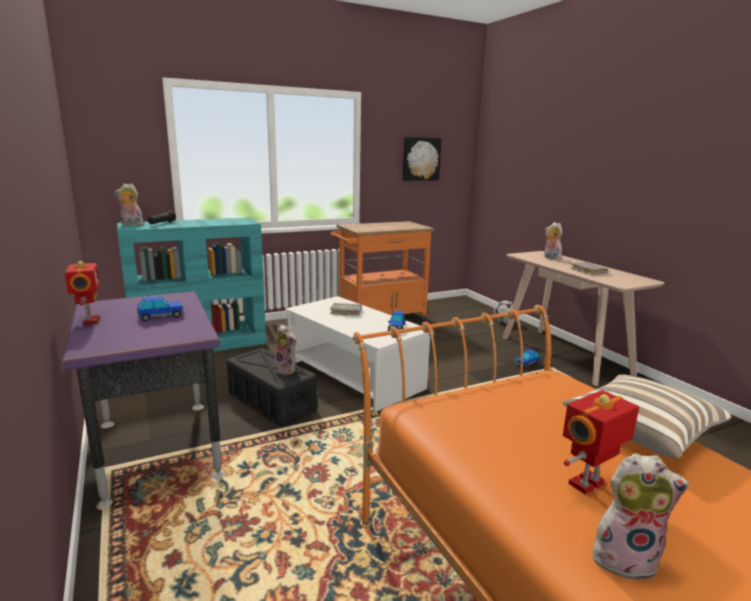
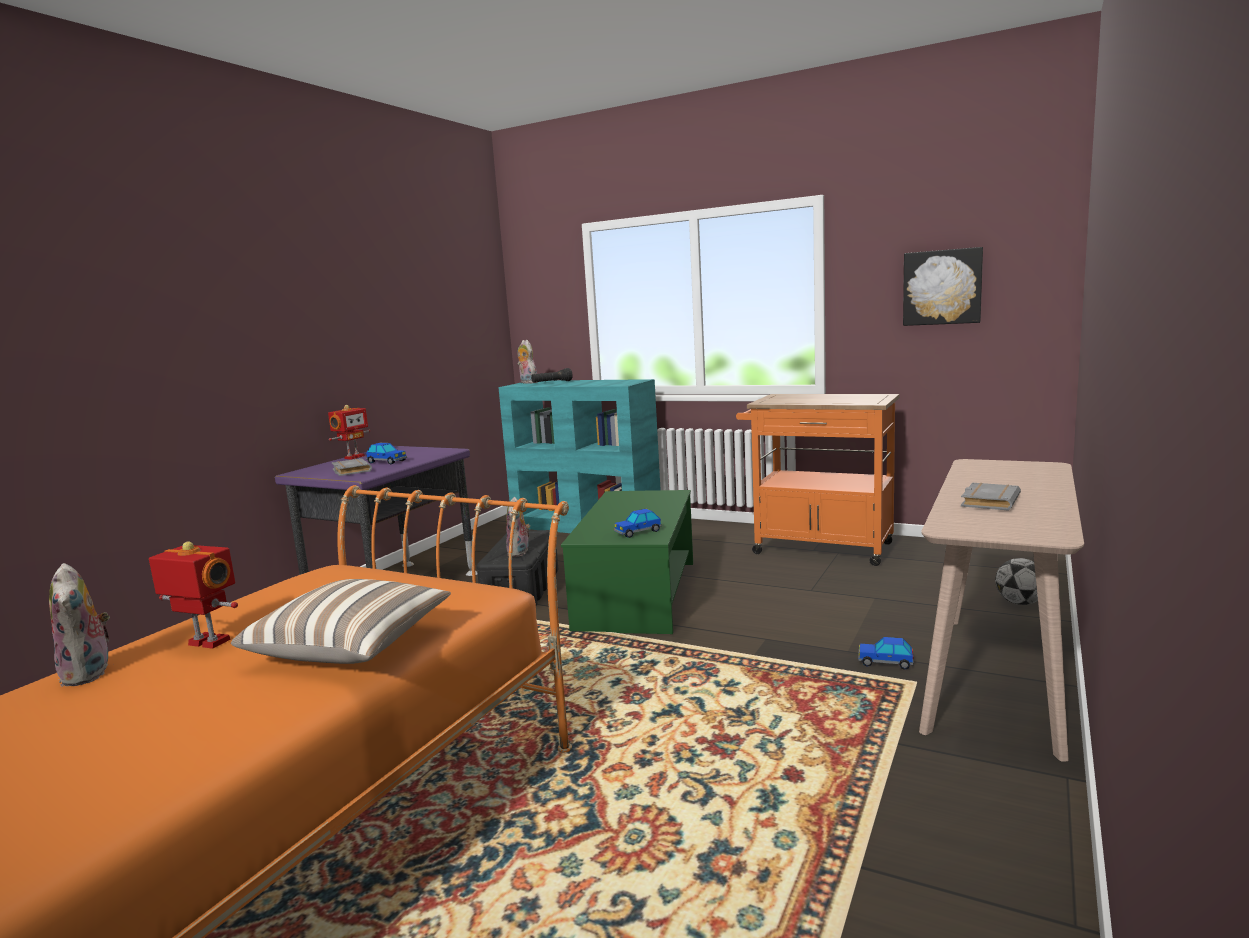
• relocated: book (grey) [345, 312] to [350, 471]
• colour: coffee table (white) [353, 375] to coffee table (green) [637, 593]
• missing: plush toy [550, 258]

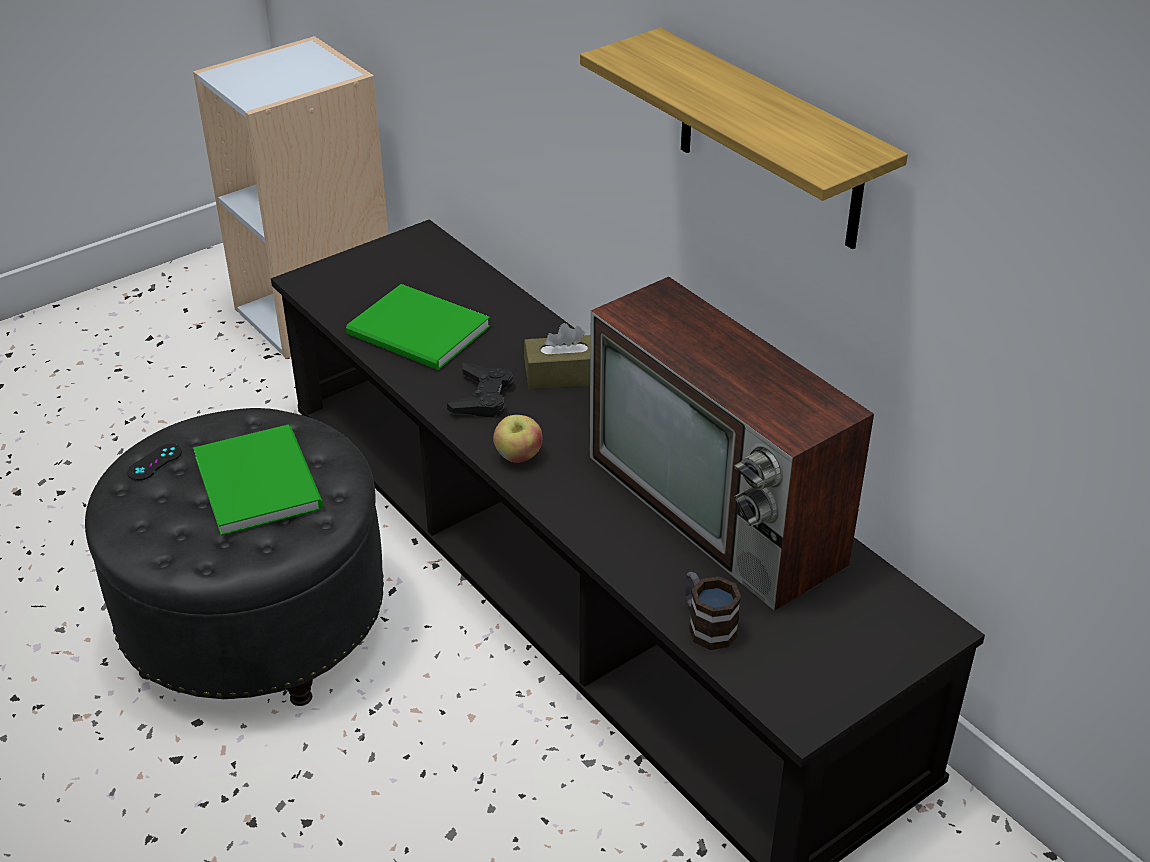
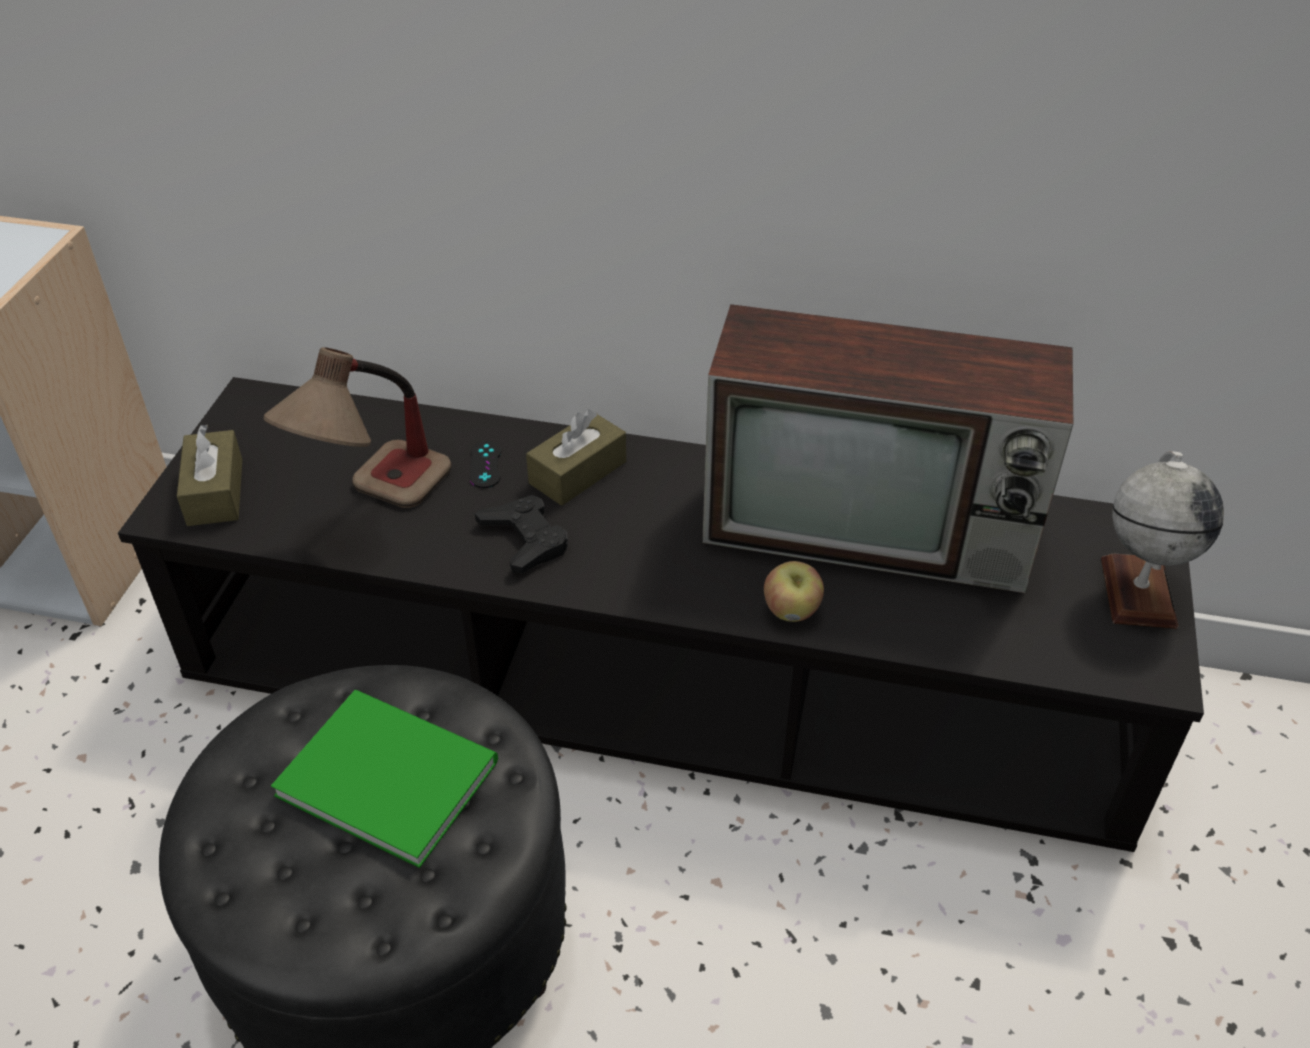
• appeared: tissue box (brown) [215, 492]
• exchanged: book (green) [419, 333] to table lamp [375, 506]
• relocated: game controller (black) [154, 462] to [485, 465]
• relocated: apple [518, 456] to [792, 611]
• appeared: globe [1137, 592]
• missing: shelf [769, 142]
• missing: mug [706, 625]

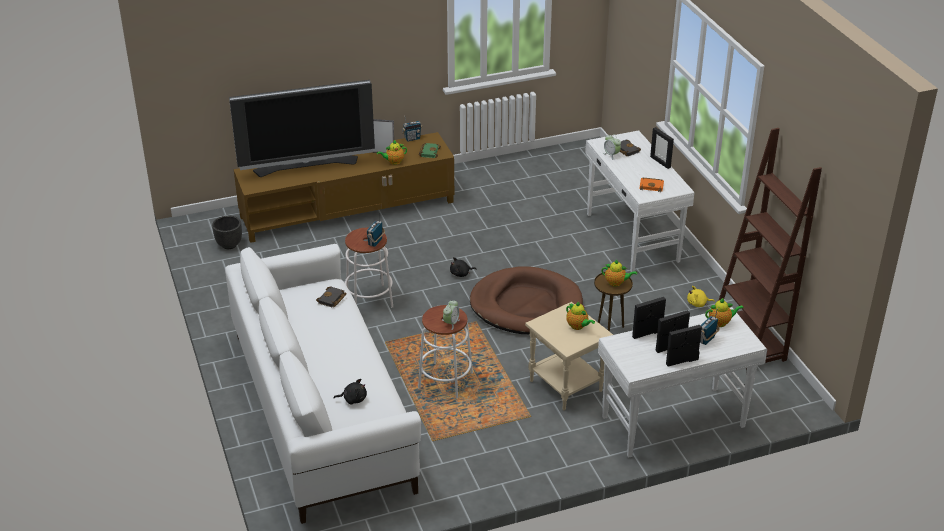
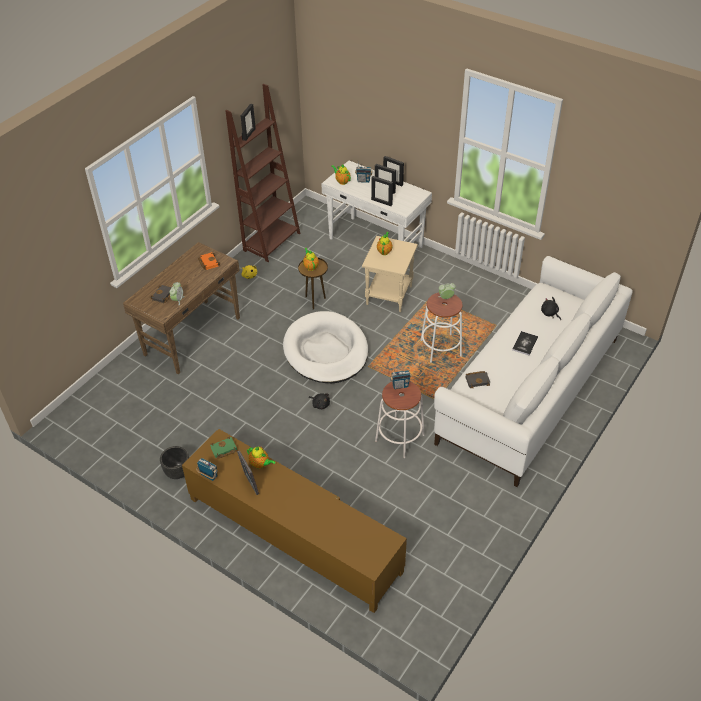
• colour: console table (white) [633, 238] to console table (brown) [192, 336]
• relocated: planter (black) [229, 245] to [177, 473]
• relocated: picture frame [660, 162] to [249, 134]
• colour: dog bed (brown) [526, 305] to dog bed (white) [326, 351]
• appeared: book [525, 343]
• missing: television [306, 166]

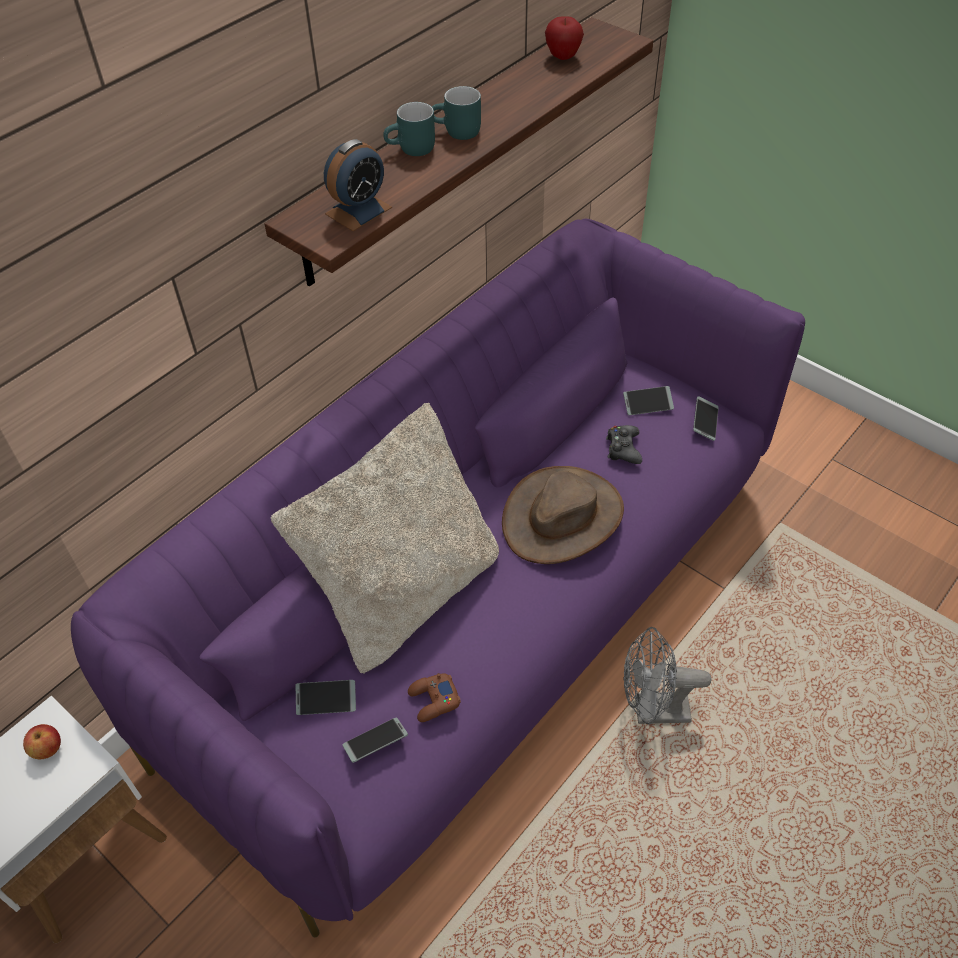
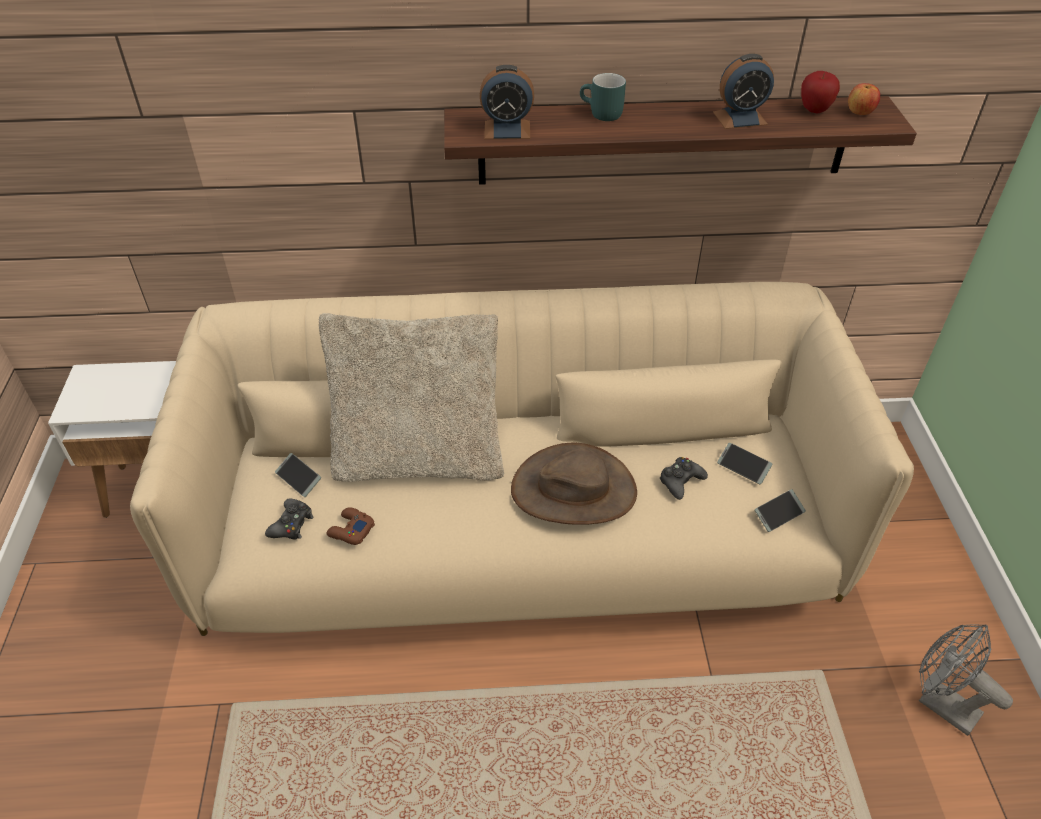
• colour: sofa (purple) [481, 606] to sofa (beige) [520, 538]
• exchanged: phone [375, 742] to game controller (black) [291, 524]
• appeared: alarm clock [740, 118]
• relocated: apple [48, 749] to [859, 112]
• relocated: fan (grey) [652, 711] to [939, 703]
• missing: mug (turquoise) [457, 133]

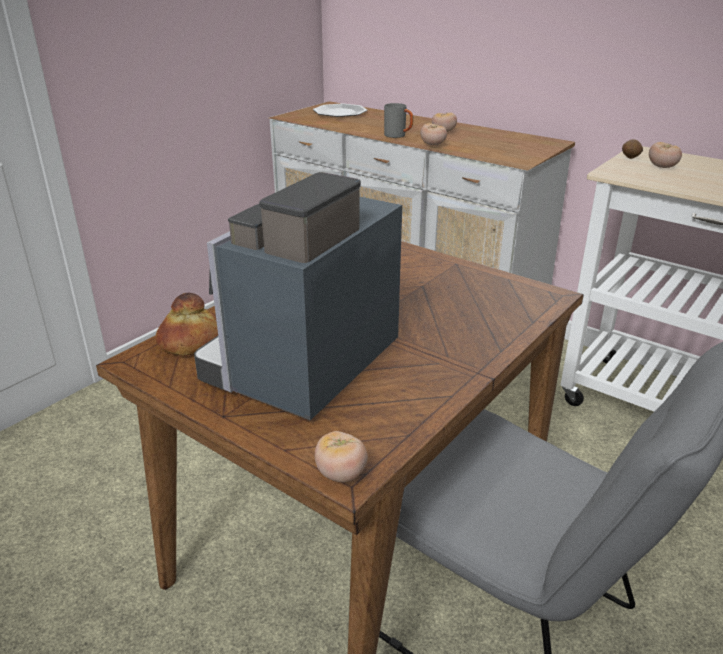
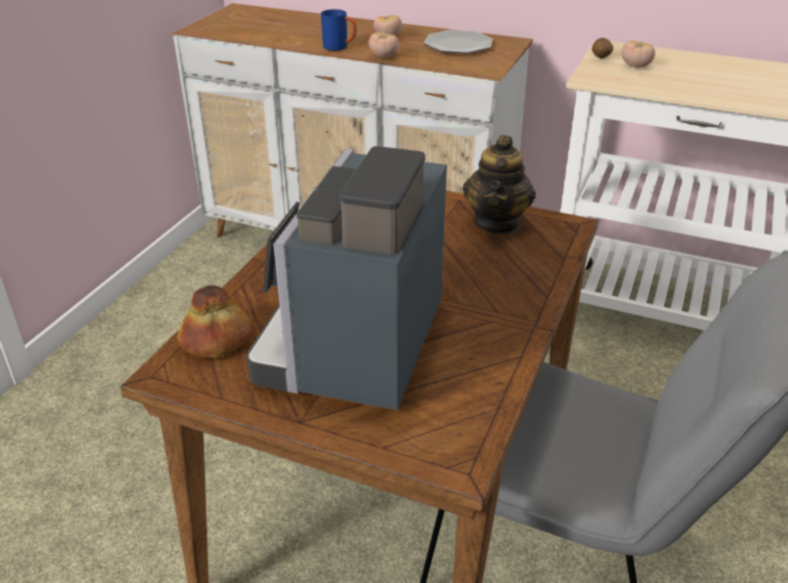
• colour: mug (grey) [398, 136] to mug (blue) [340, 47]
• relocated: plate [340, 112] to [458, 44]
• appeared: teapot [497, 222]
• missing: tomato [341, 474]

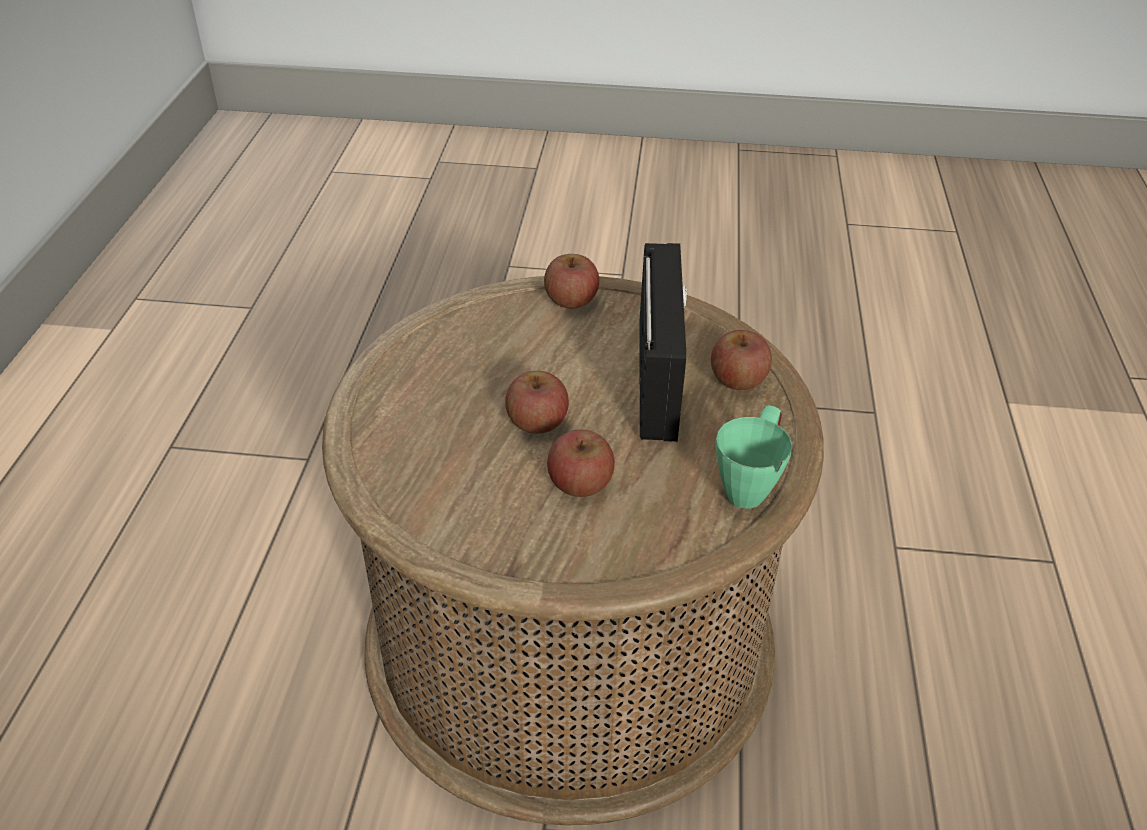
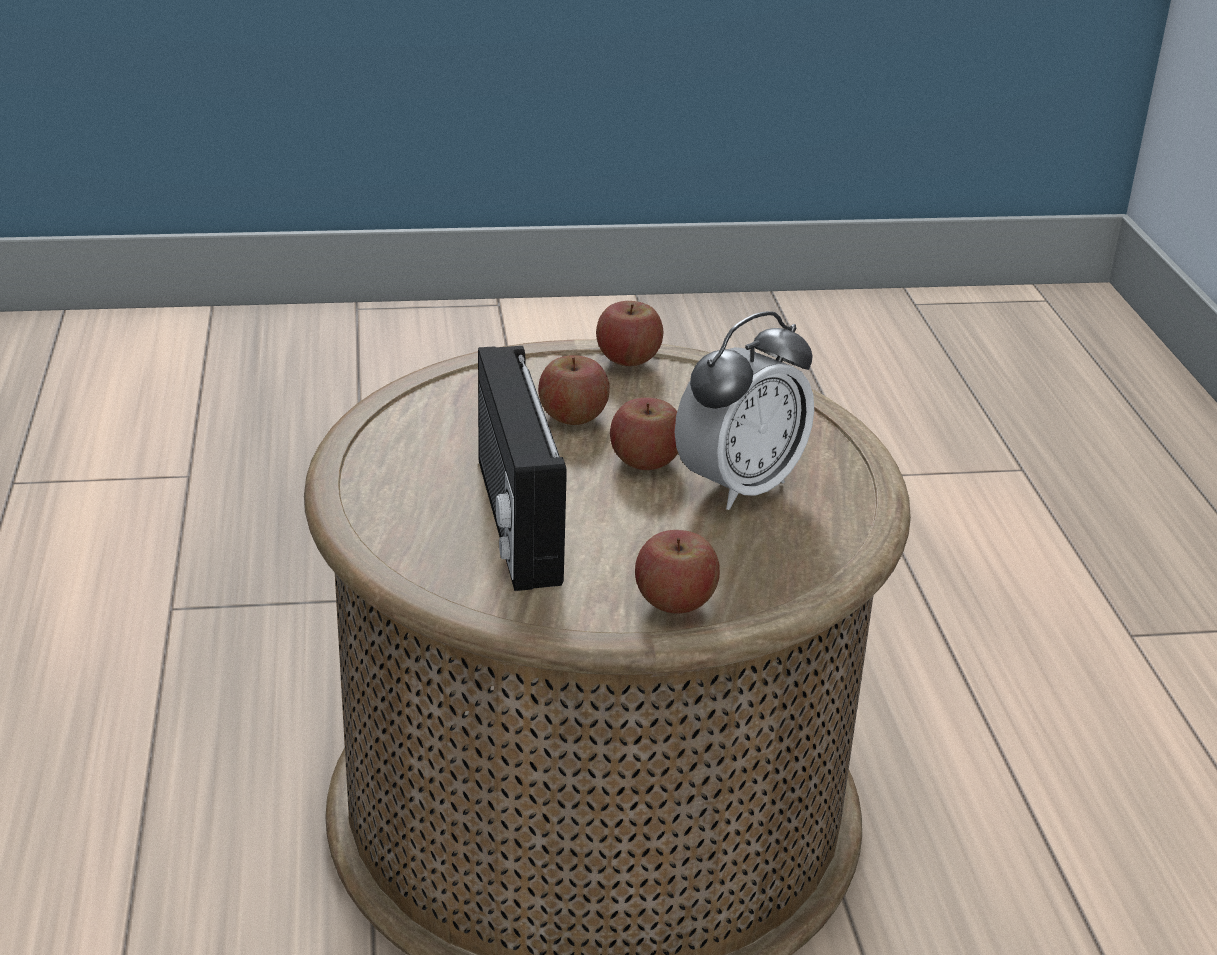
• relocated: apple [738, 380] to [628, 358]
• appeared: alarm clock [739, 486]
• missing: mug (green) [750, 484]

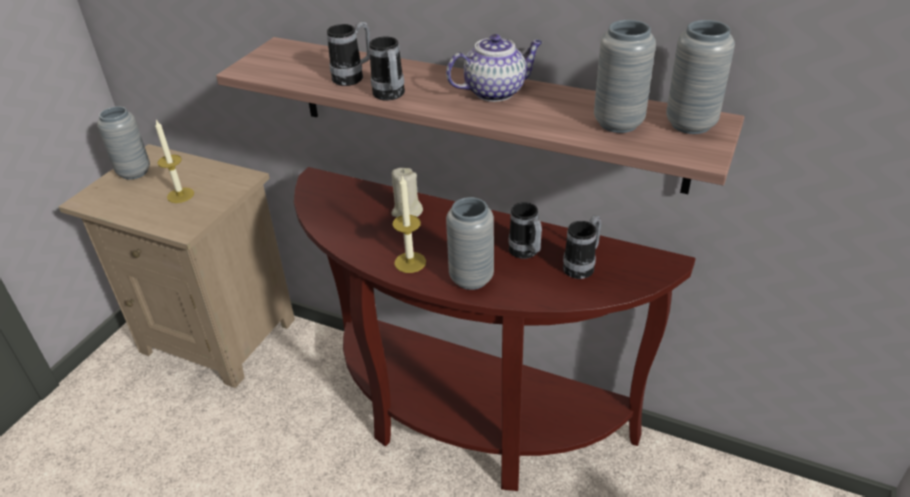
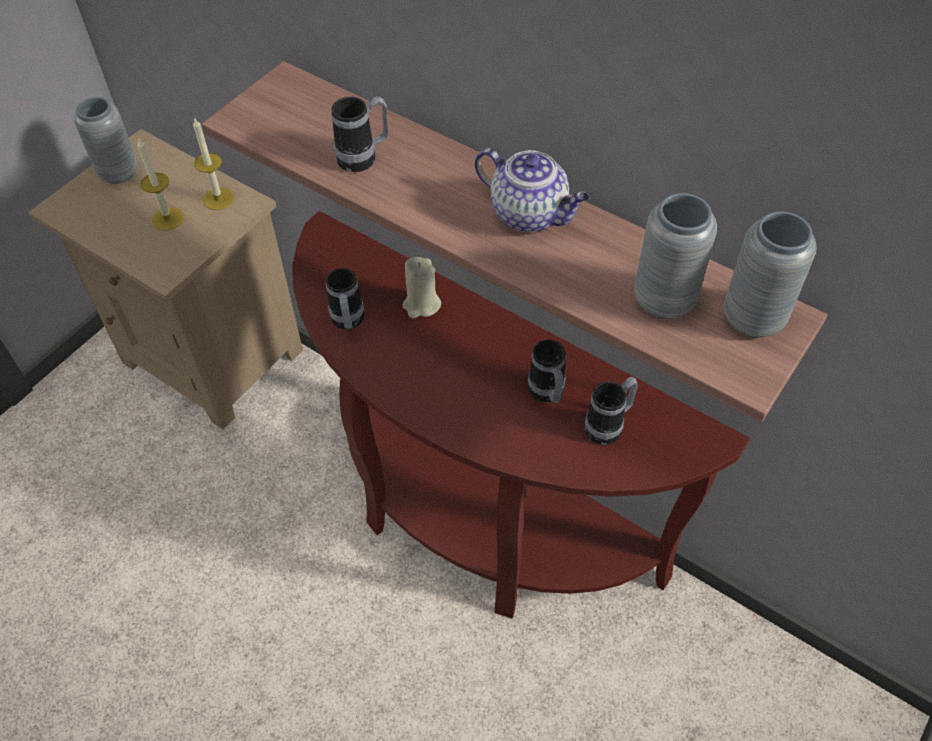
• relocated: candle [410, 262] to [218, 199]
• relocated: mug [390, 96] to [348, 322]
• spun: teapot [495, 91] = [530, 214] 45 degrees clockwise
• missing: vase (grey) [471, 278]

